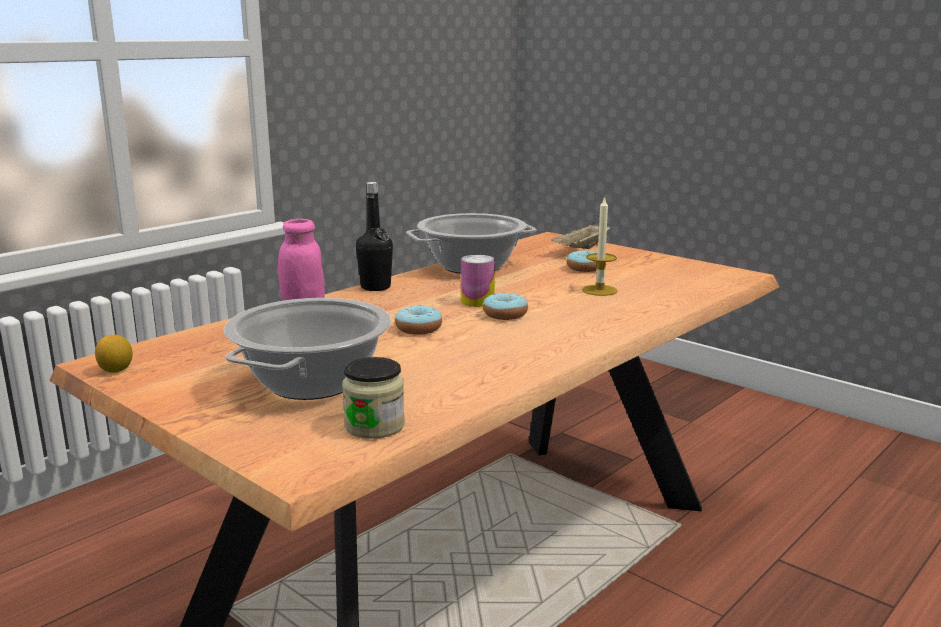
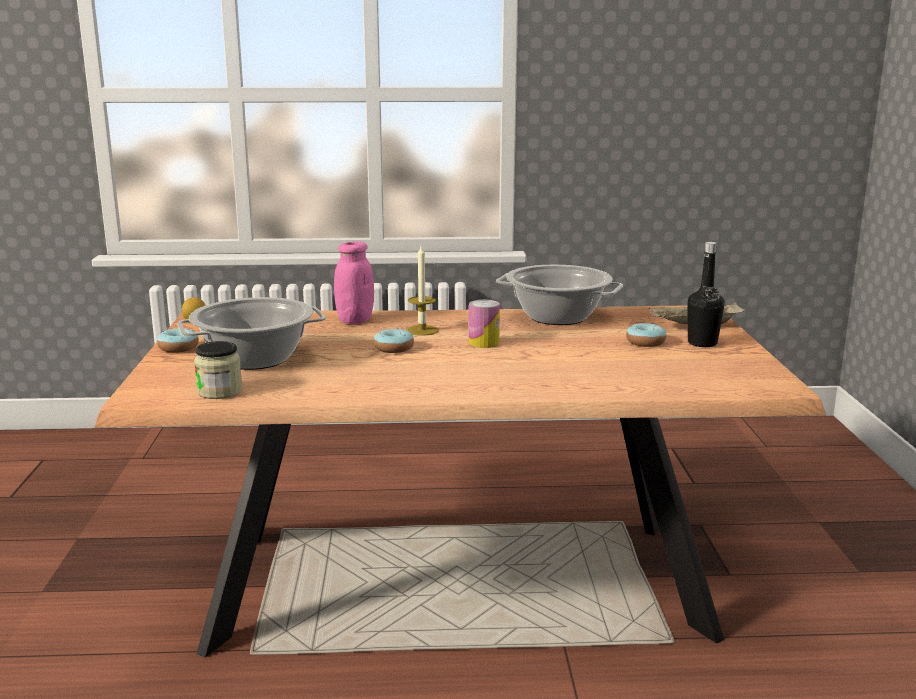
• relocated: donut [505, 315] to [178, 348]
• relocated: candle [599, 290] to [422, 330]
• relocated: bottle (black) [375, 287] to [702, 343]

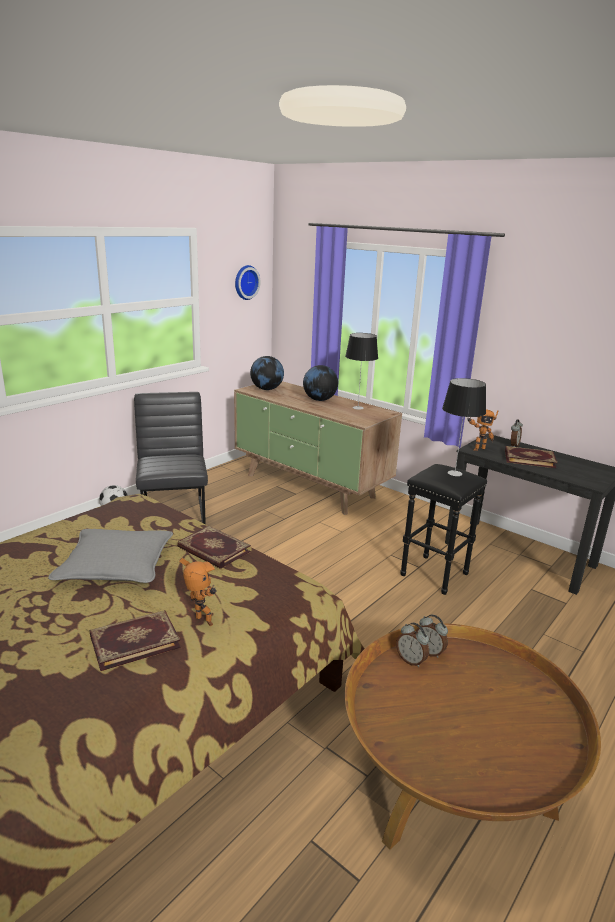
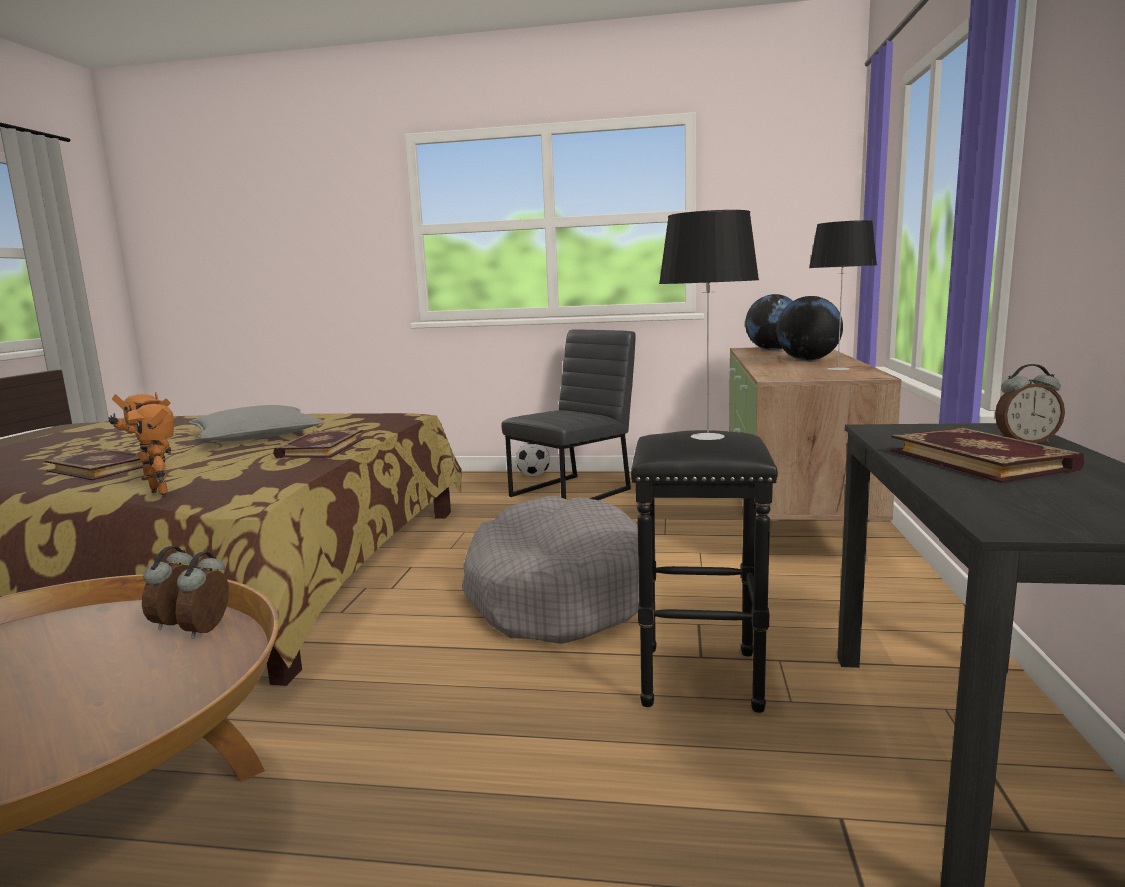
• relocated: toy robot [477, 449] to [163, 491]
• appeared: dog bed (grey) [557, 593]
• missing: wall clock [245, 282]

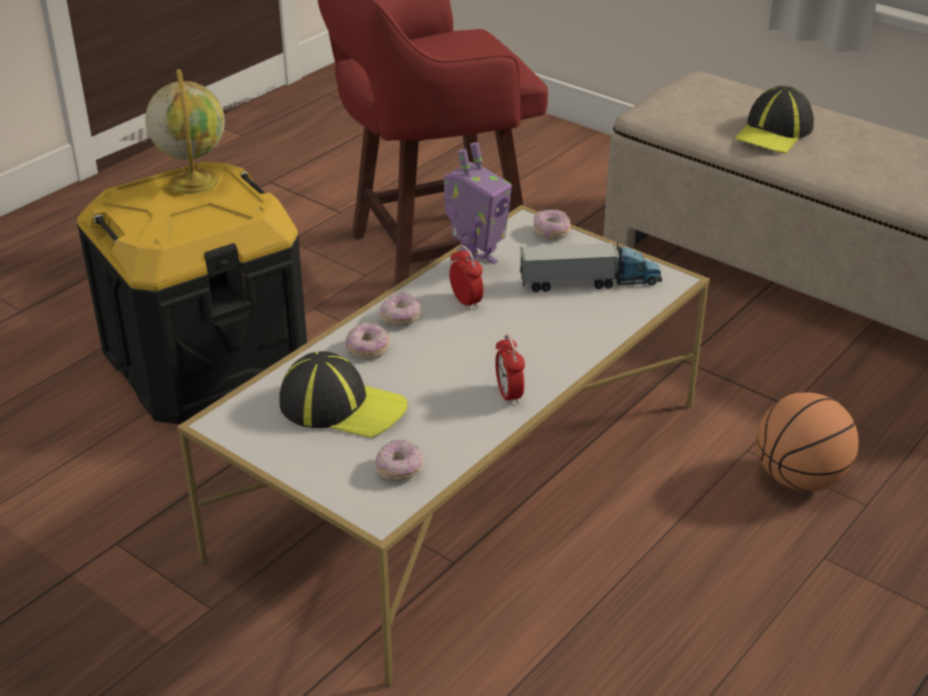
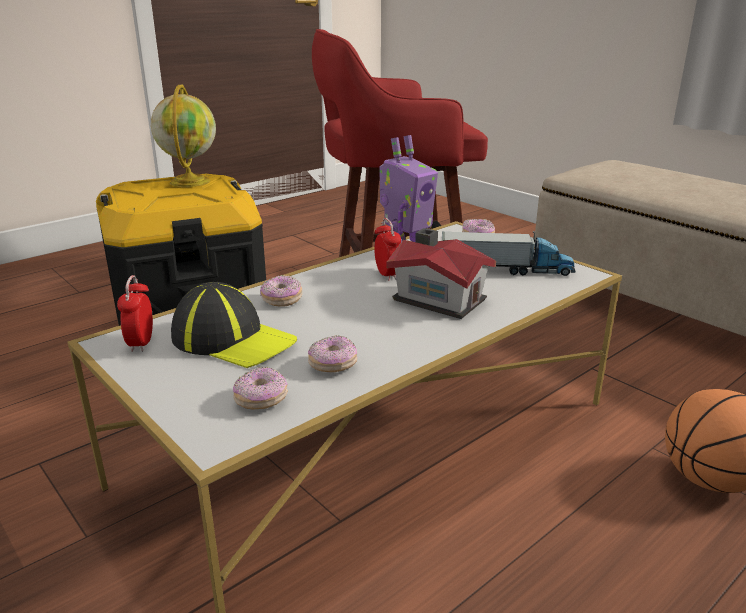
• relocated: alarm clock [509, 394] to [141, 343]
• relocated: donut [401, 318] to [333, 365]
• appeared: toy house [438, 298]
• missing: cap [774, 132]

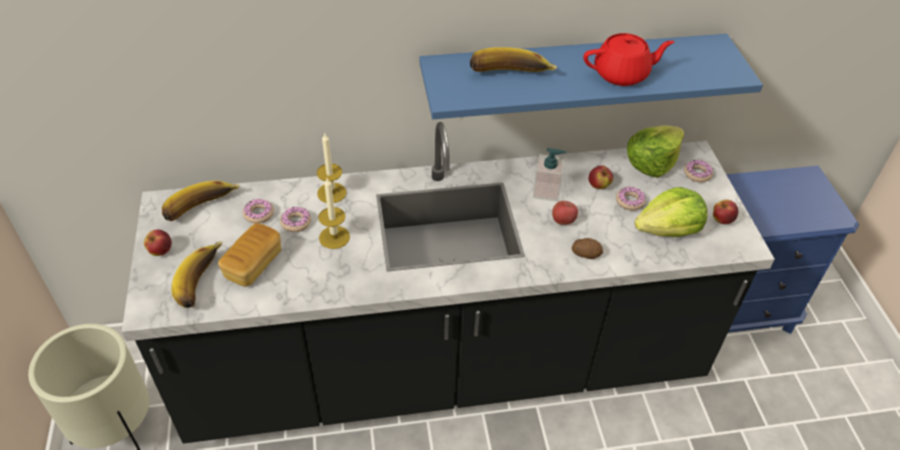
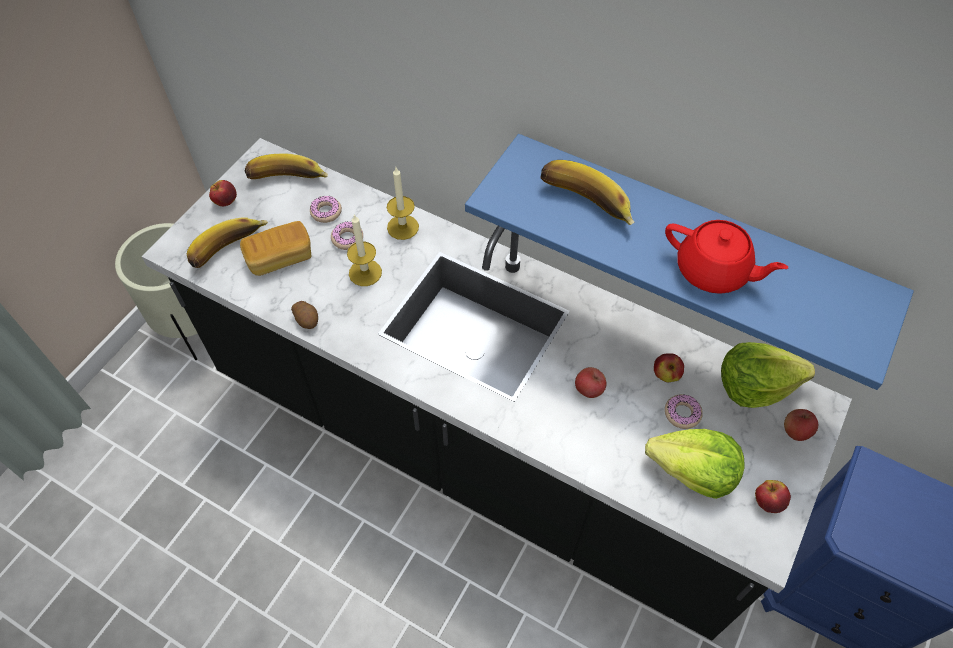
• relocated: potato [586, 253] to [307, 320]
• exchanged: donut [697, 174] to apple [795, 431]
• missing: soap dispenser [546, 191]

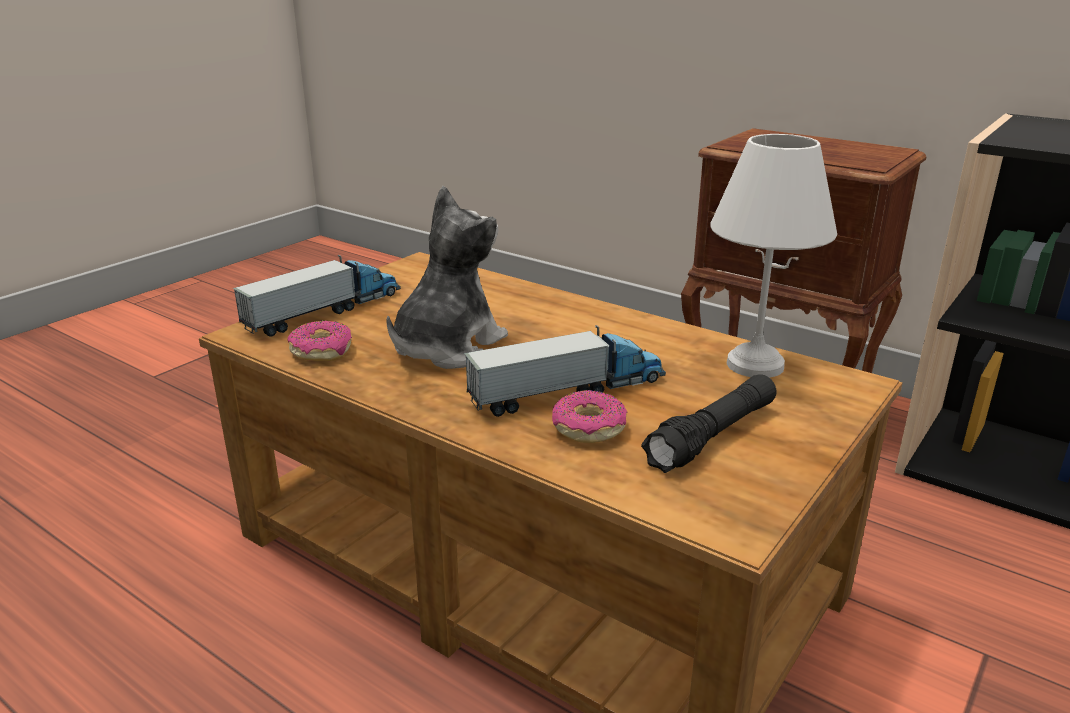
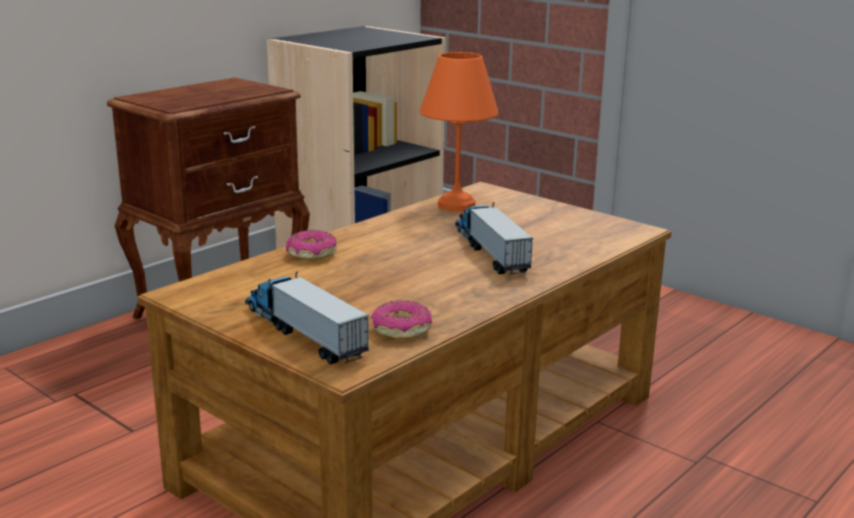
• relocated: donut [588, 428] to [311, 254]
• colour: table lamp (white) [758, 365] to table lamp (orange) [457, 204]
• missing: plush toy [447, 348]
• missing: flashlight (black) [712, 436]

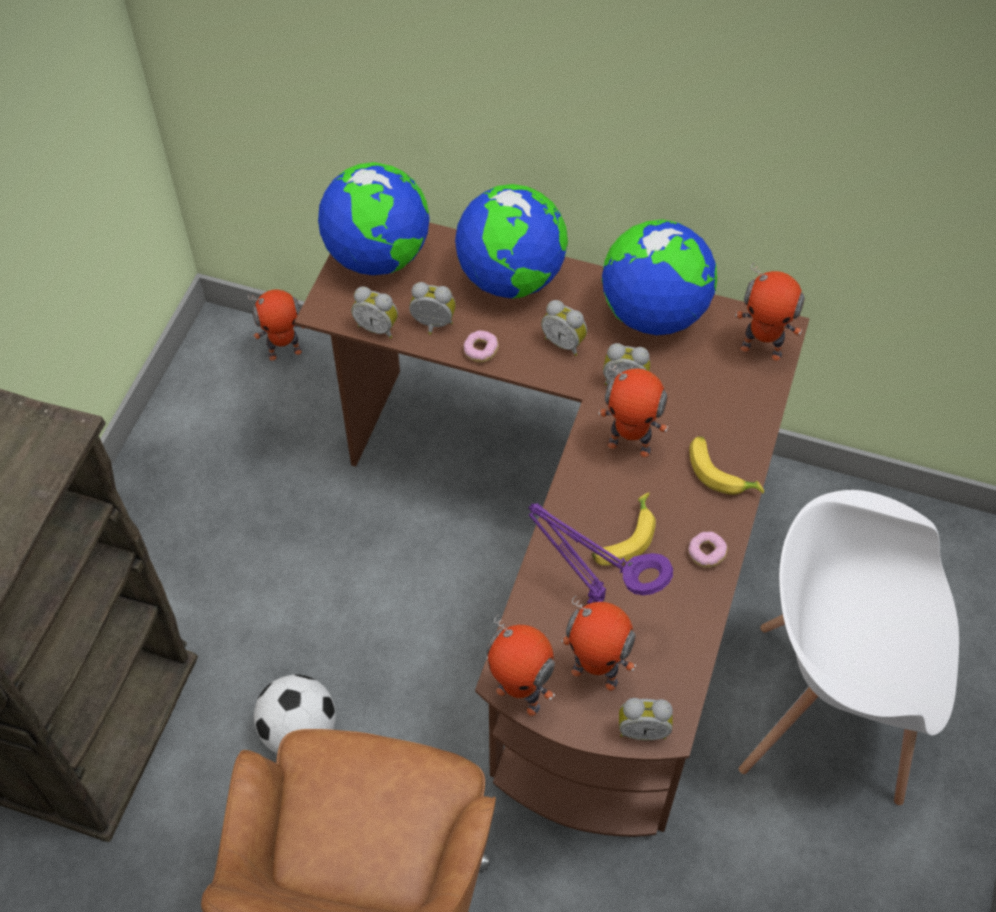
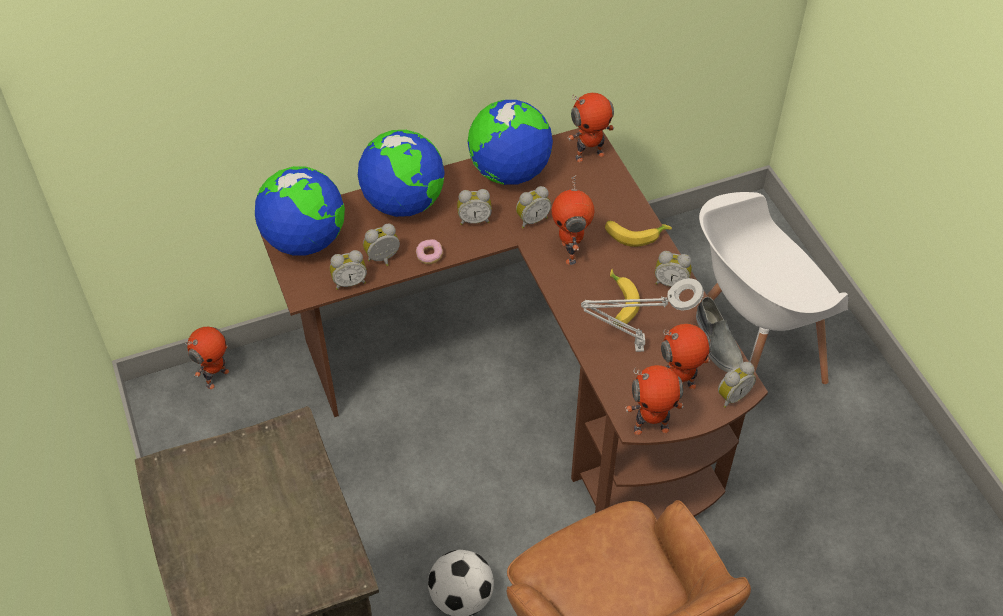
• spun: toy robot [630, 445] = [570, 252] 105 degrees clockwise
• colour: table lamp (purple) [591, 598] to table lamp (grey) [635, 348]
• exchanged: donut [706, 554] to alarm clock [671, 282]
• appeared: shoe (grey) [717, 342]

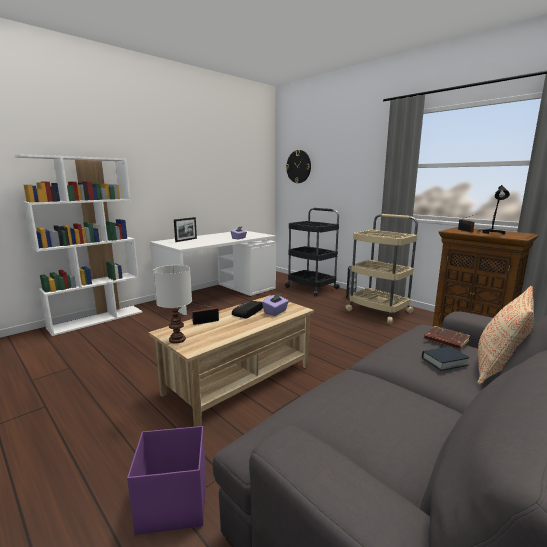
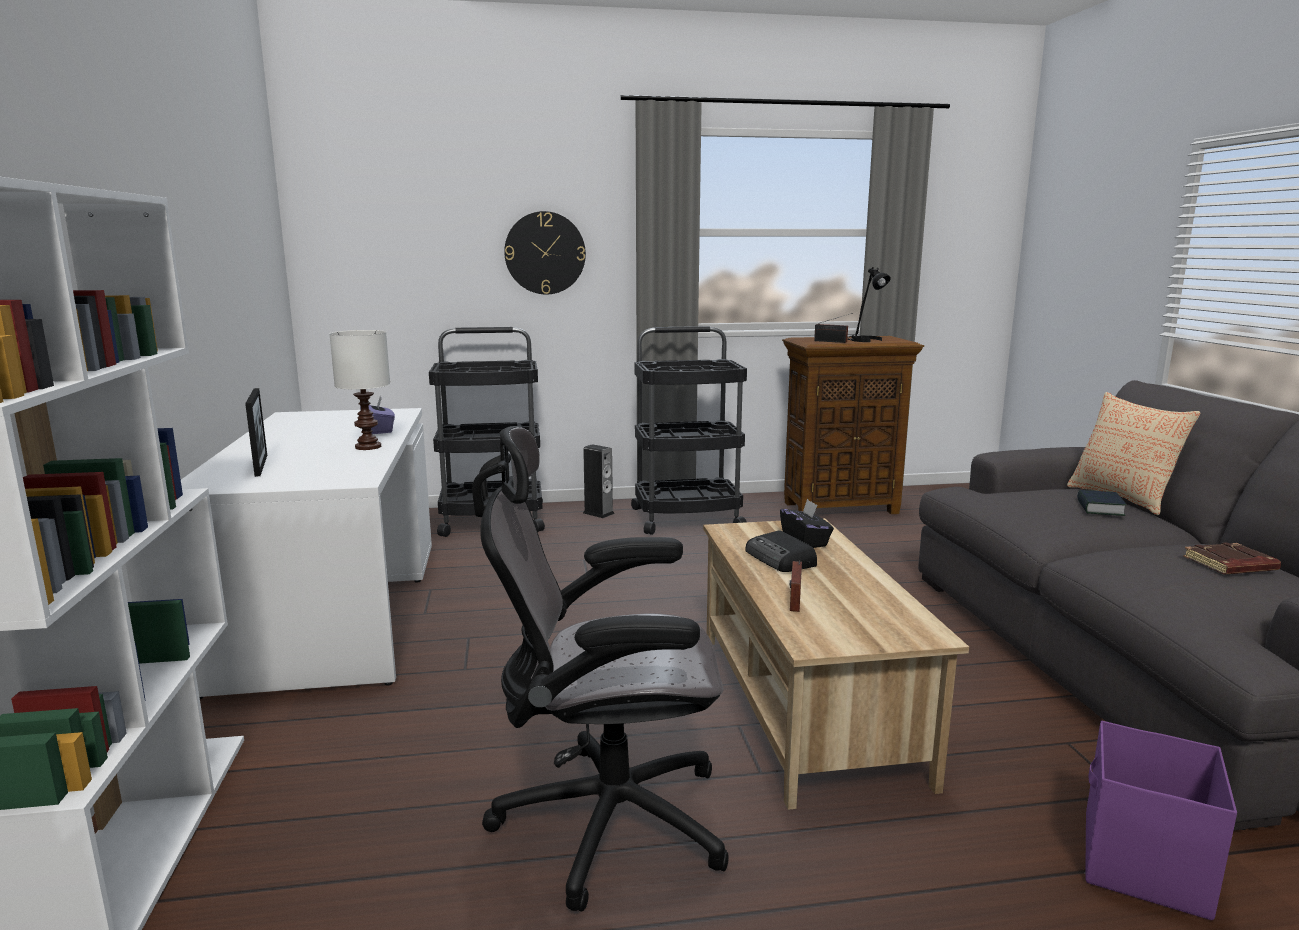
• relocated: table lamp (white) [177, 340] to [368, 447]
• appeared: office chair [610, 823]
• relocated: wall clock [298, 166] to [545, 253]
• colour: cart (beige) [378, 311] to cart (black) [687, 519]
• colour: tissue box (purple) [275, 312] to tissue box (black) [805, 541]
• relocated: book (brown) [445, 340] to [1230, 565]

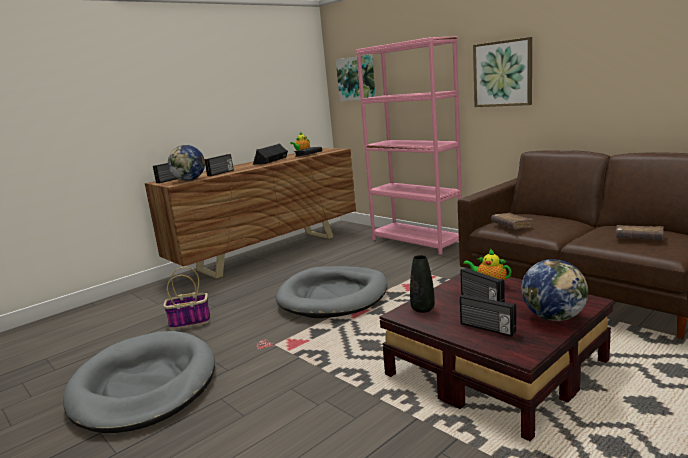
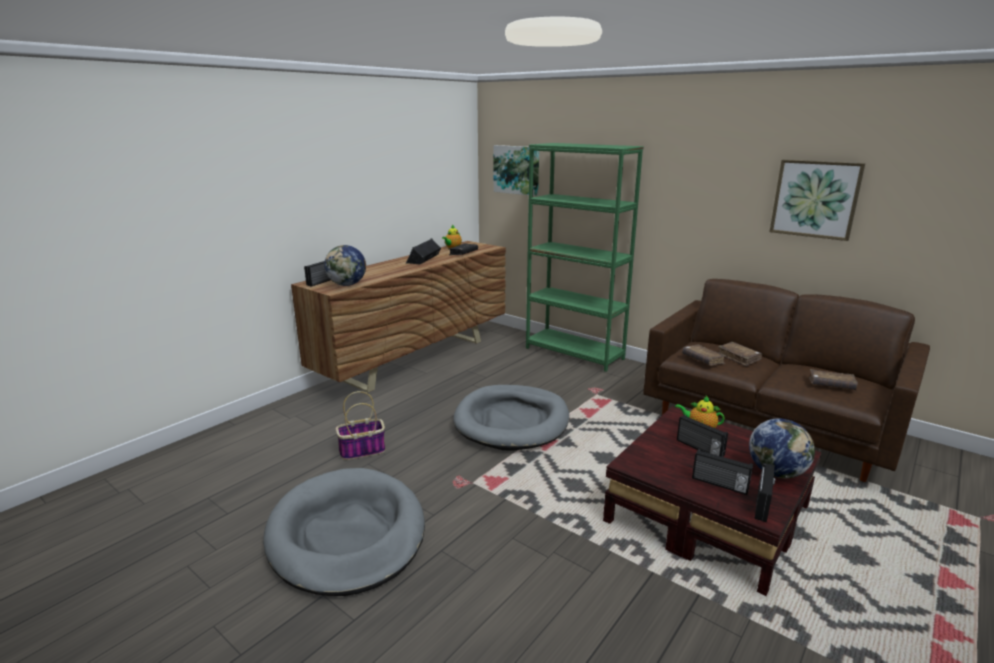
• colour: bookcase (pink) [416, 242] to bookcase (green) [574, 353]
• appeared: book (brown) [738, 358]
• relocated: radio [221, 173] to [763, 504]
• relocated: picture [503, 73] to [815, 199]
• missing: vase (black) [422, 309]

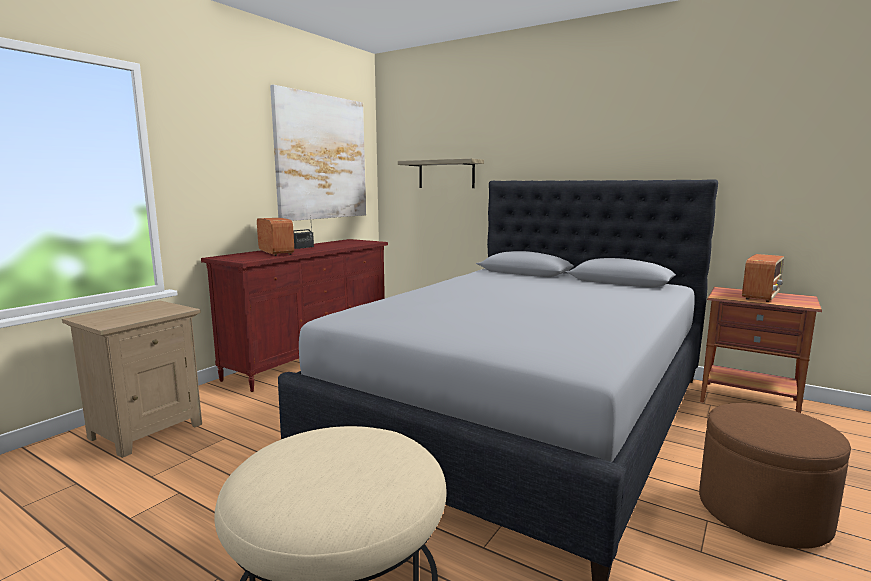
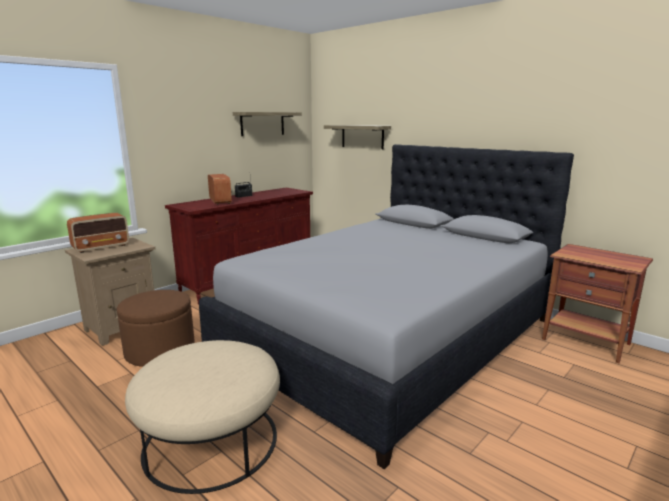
• relocated: radio [761, 296] to [102, 247]
• relocated: ottoman (brown) [762, 512] to [160, 351]
• exchanged: picture [322, 157] to shelf [262, 123]

